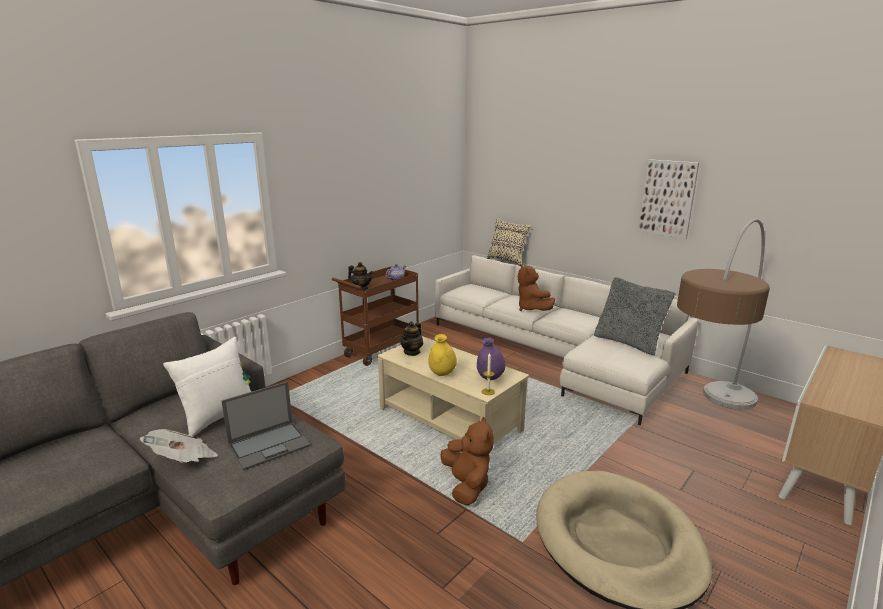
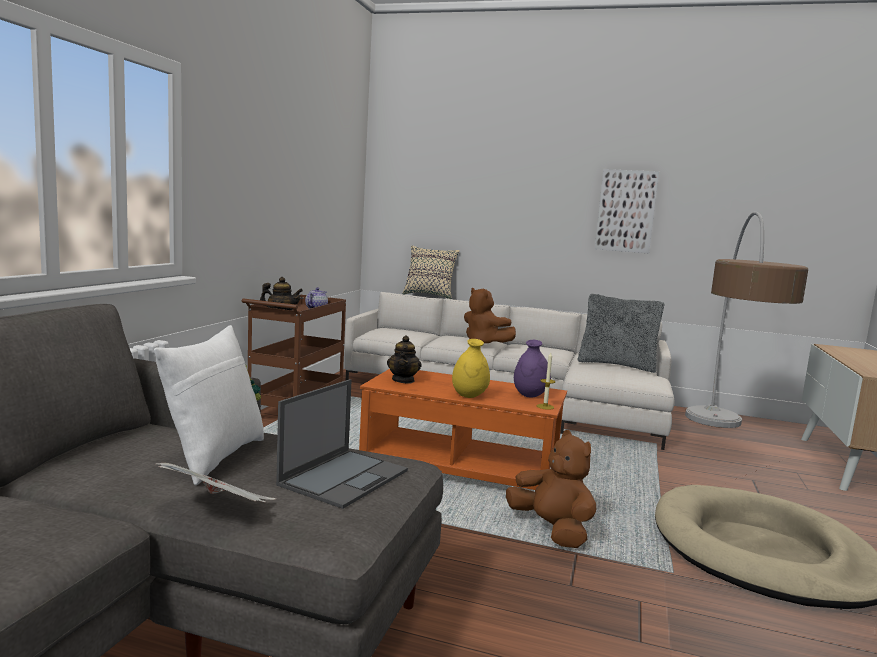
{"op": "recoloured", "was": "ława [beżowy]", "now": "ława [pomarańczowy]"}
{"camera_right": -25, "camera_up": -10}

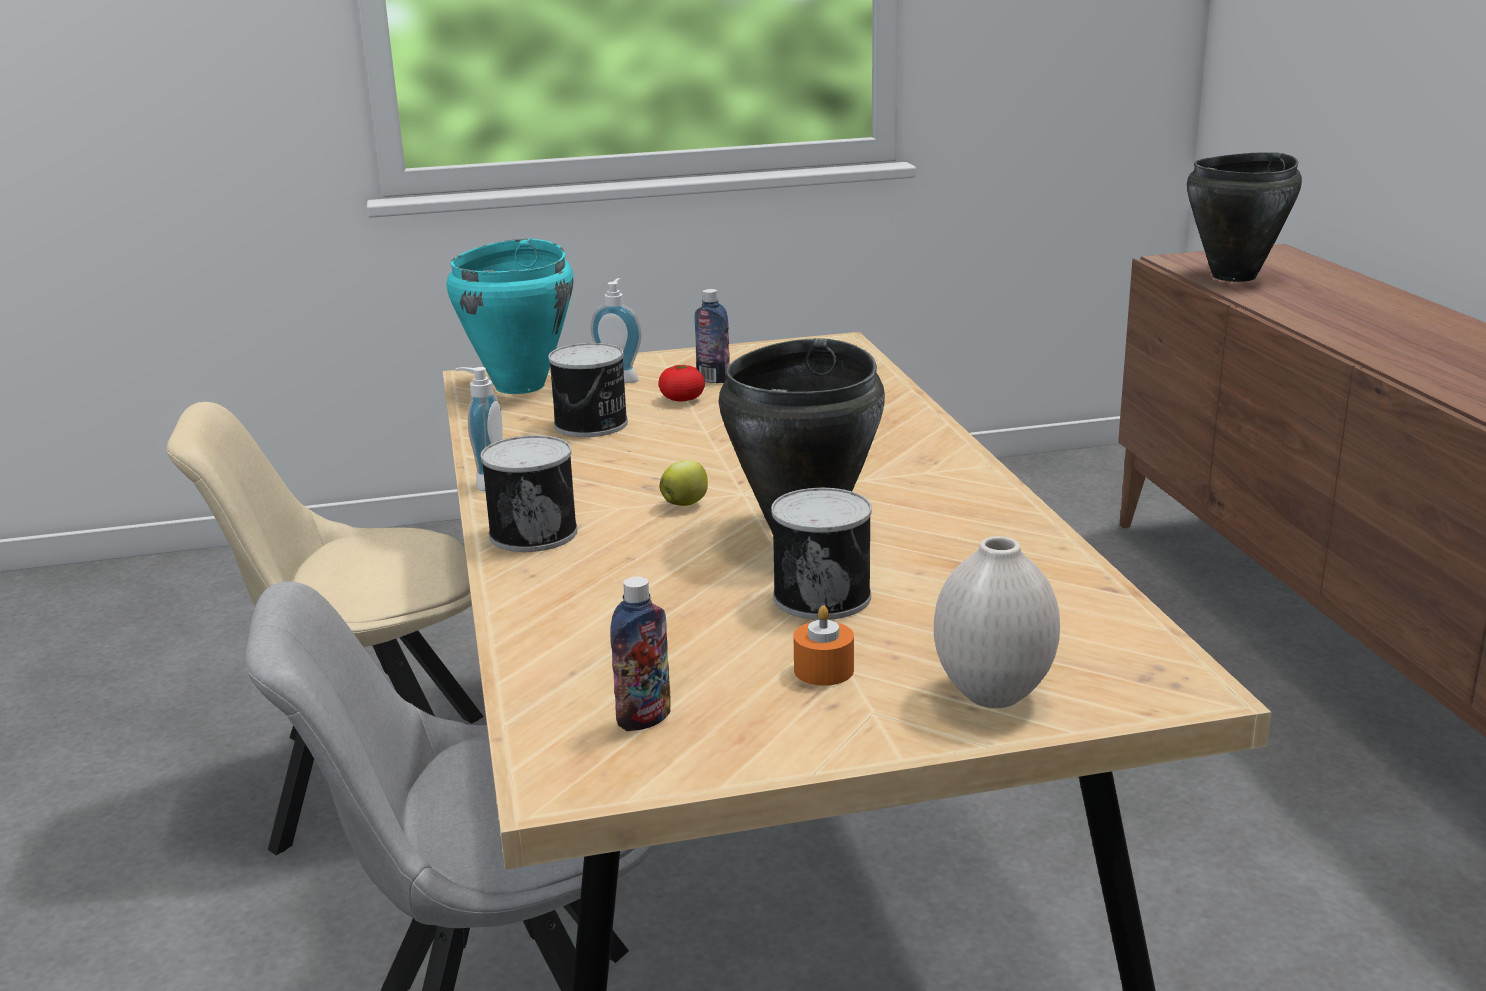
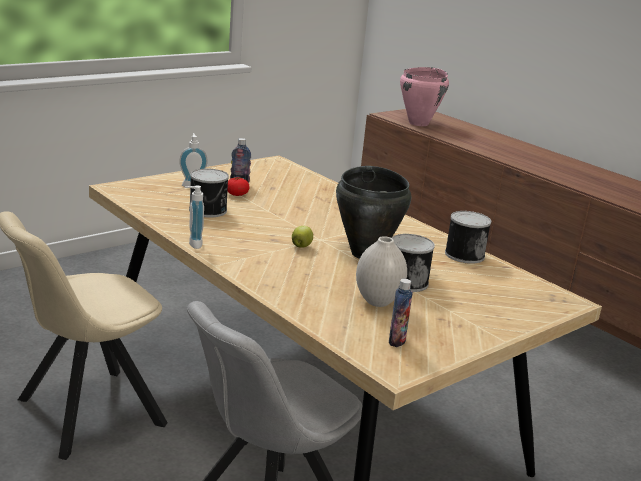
{"op": "removed", "was": "garnek [turkusowy]"}
{"op": "removed", "was": "świeca [pomarańczowy]"}
{"op": "moved", "was": "puszka (1st from left in the first image)", "now": "puszka (3rd from left)"}
{"op": "moved", "was": "wazon [biały]"}
{"op": "recoloured", "was": "garnek [czarny] (2nd from left)", "now": "garnek [różowy]"}
{"camera_right": -30, "camera_up": 0}

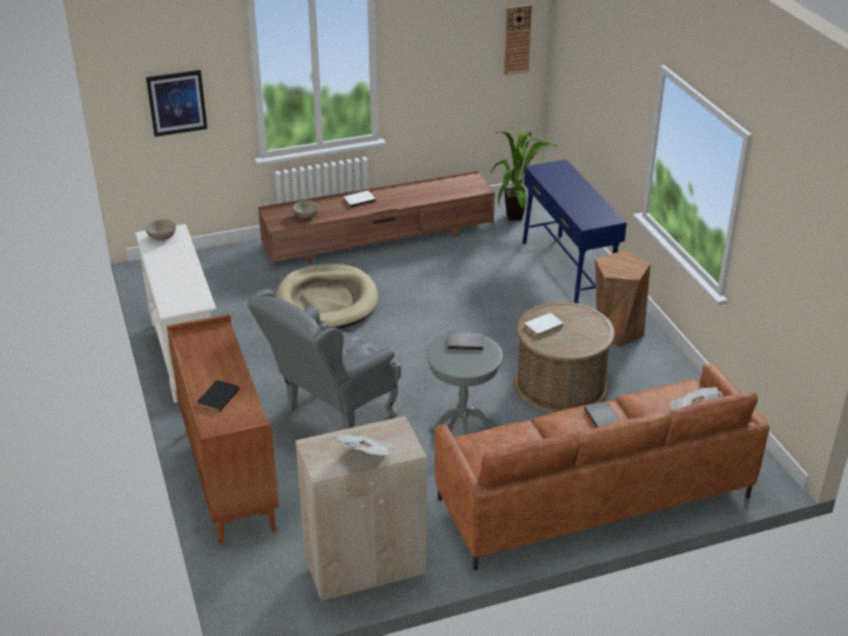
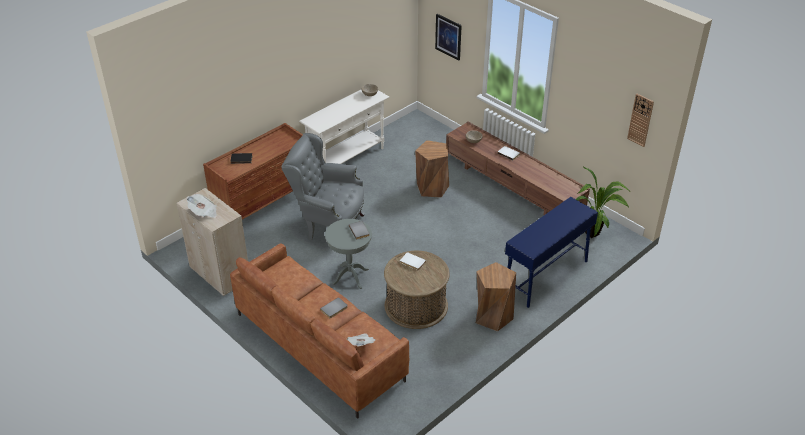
{"op": "replaced", "was": "legowisko [beżowy]", "now": "stołek [brązowy] (1st from left)"}
{"camera_right": 65, "camera_up": 5}

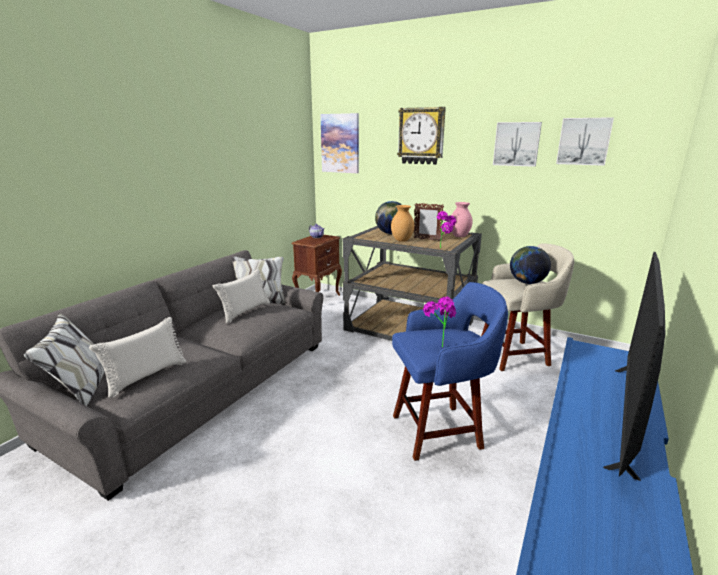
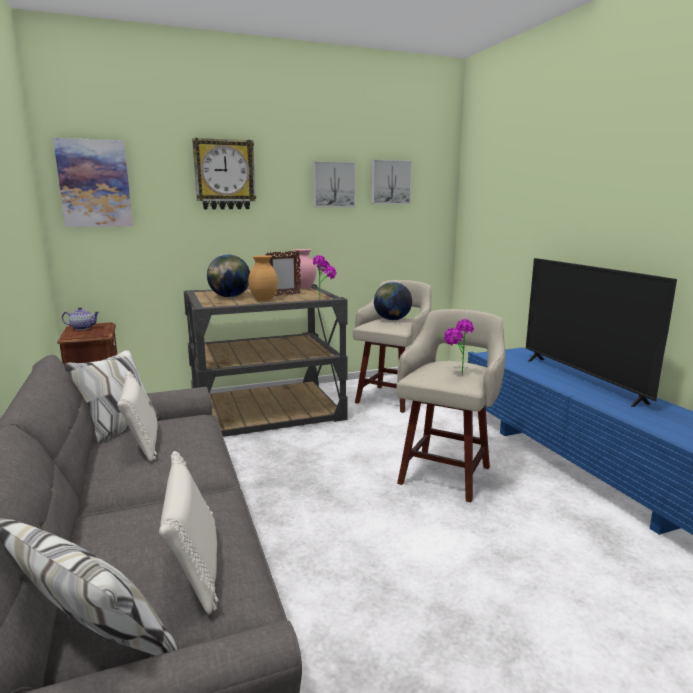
{"op": "recoloured", "was": "stołek [niebieski]", "now": "stołek [beżowy] (2nd from left)"}
{"camera_right": -50, "camera_up": -5}

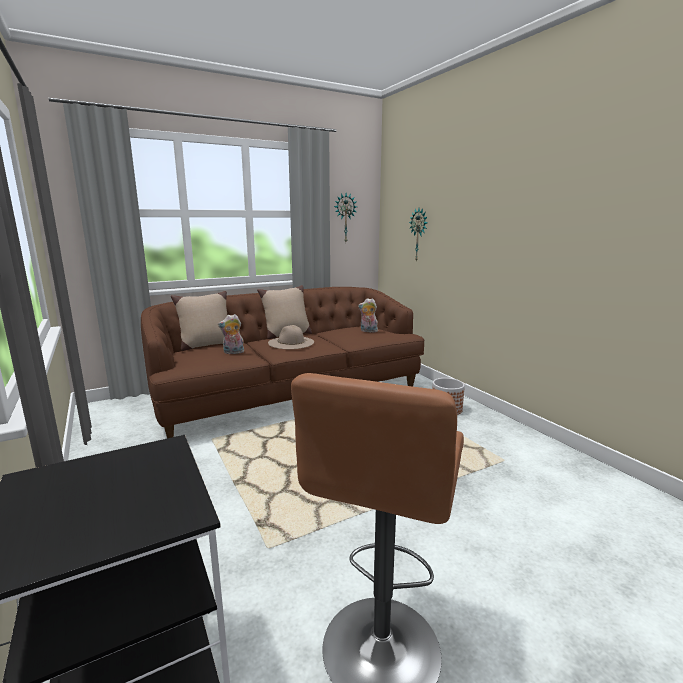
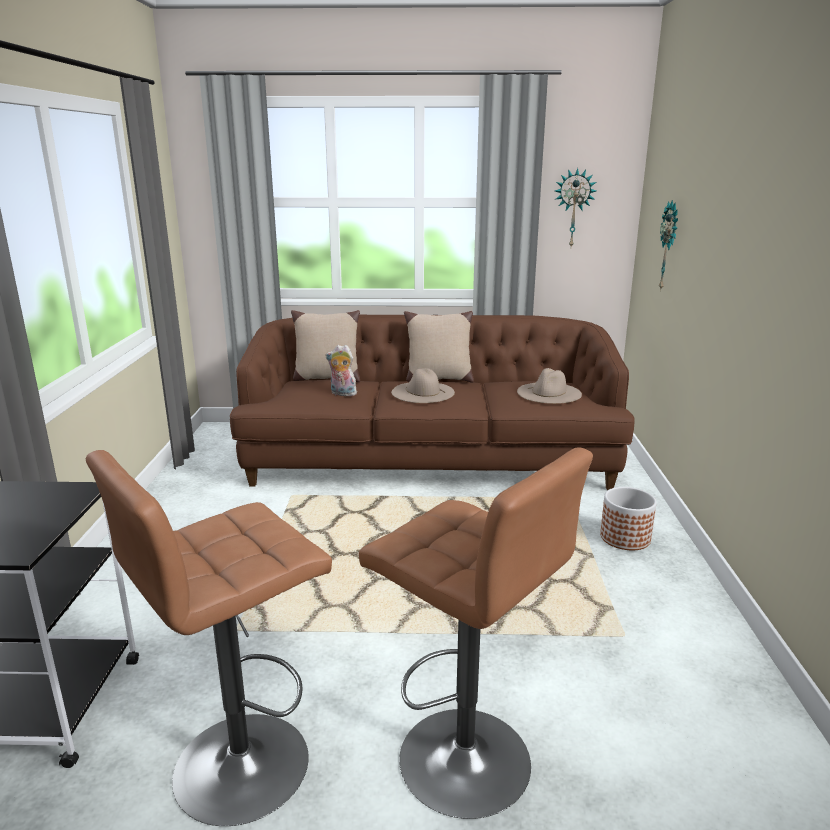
{"op": "added", "now": "stołek [brązowy] (2nd from left)"}
{"op": "replaced", "was": "pluszak (2nd from left)", "now": "kapelusz [beżowy] (2nd from left)"}
{"camera_right": 30, "camera_up": 5}

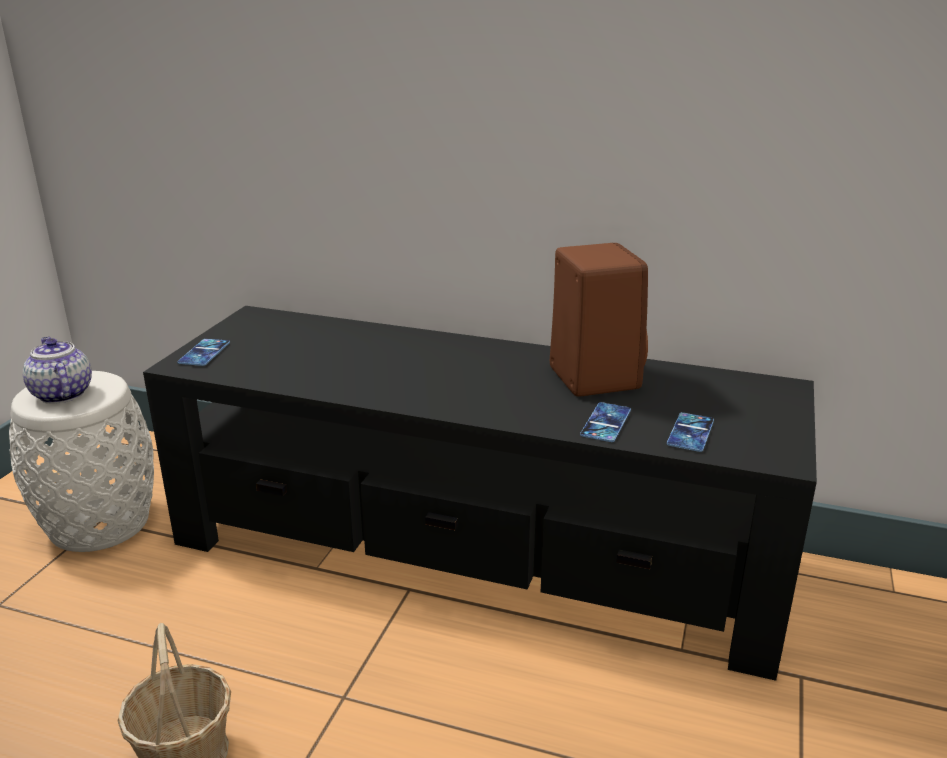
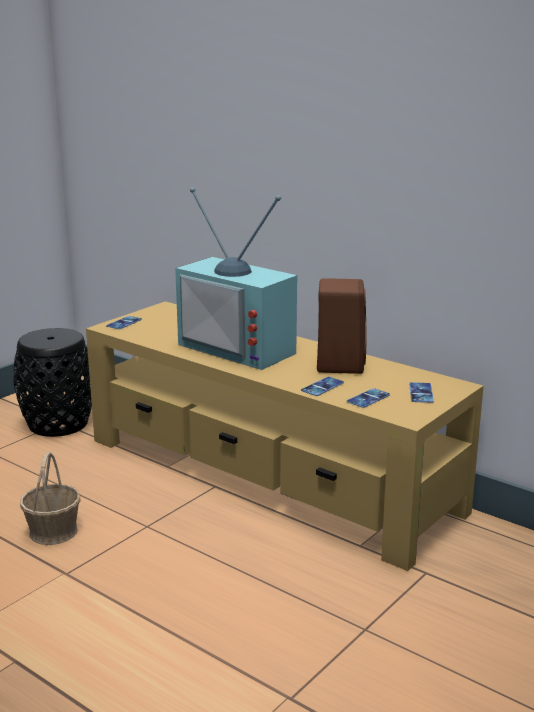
{"op": "removed", "was": "imbryk"}
{"op": "added", "now": "telewizor"}
{"op": "added", "now": "telefon (4th from left)"}
{"op": "recoloured", "was": "stołek [biały]", "now": "stołek [czarny]"}
{"op": "recoloured", "was": "szafka pod telewizor [czarny]", "now": "szafka pod telewizor [beżowy]"}
{"camera_right": 20, "camera_up": -5}

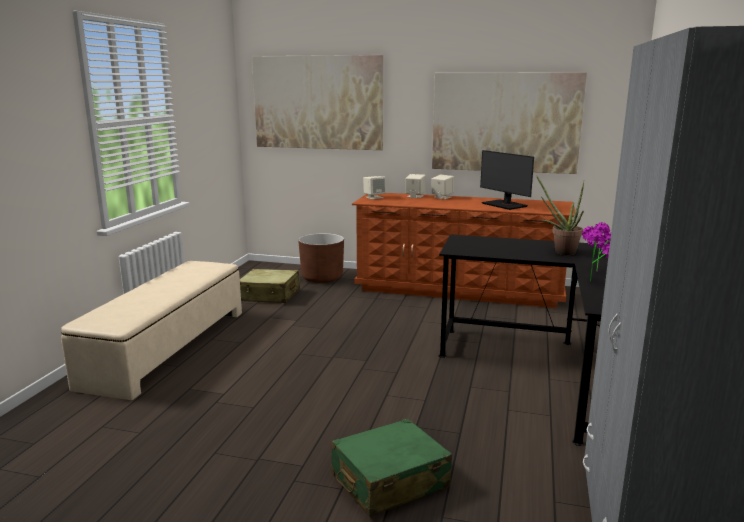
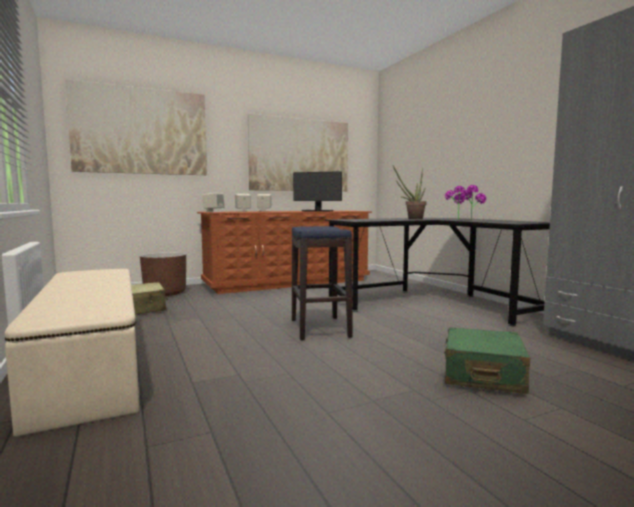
{"op": "added", "now": "stołek"}
{"camera_right": -40, "camera_up": -10}

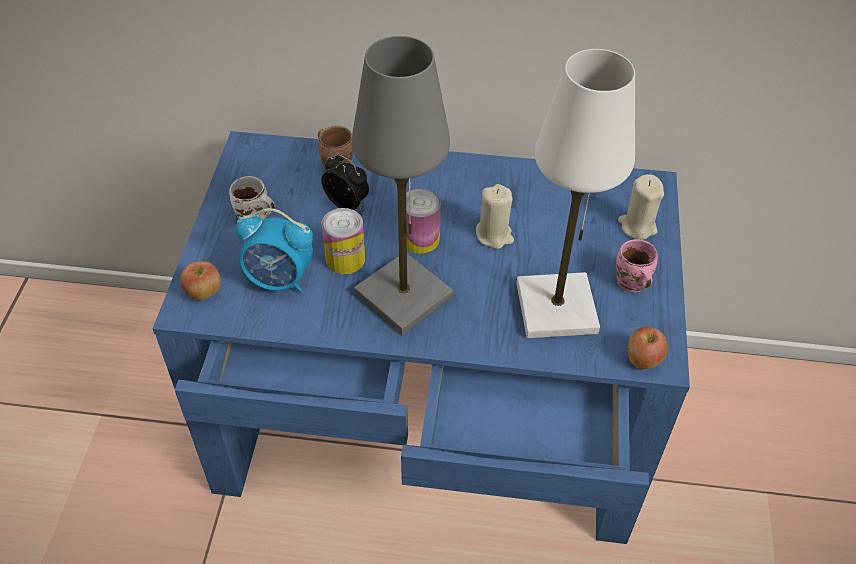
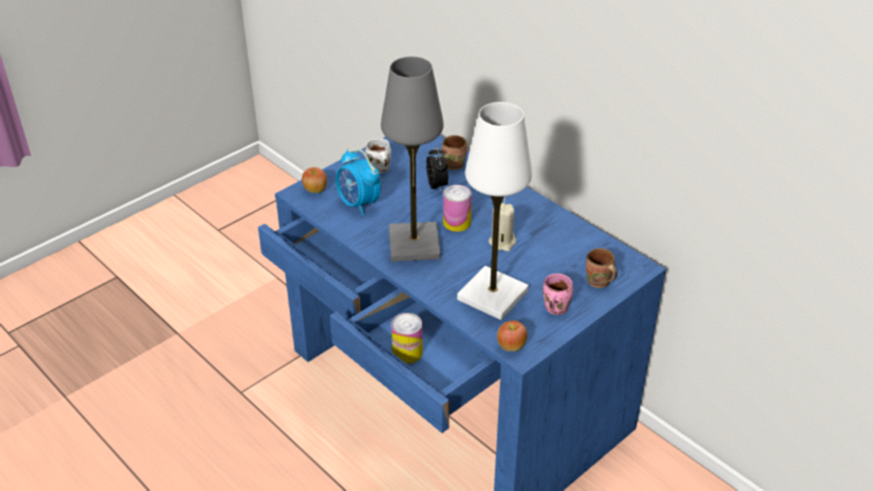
{"op": "moved", "was": "puszka (1st from left)"}
{"op": "replaced", "was": "świeca [beżowy] (2nd from left)", "now": "kubek [brązowy] (2nd from left)"}
{"camera_right": 40, "camera_up": -10}

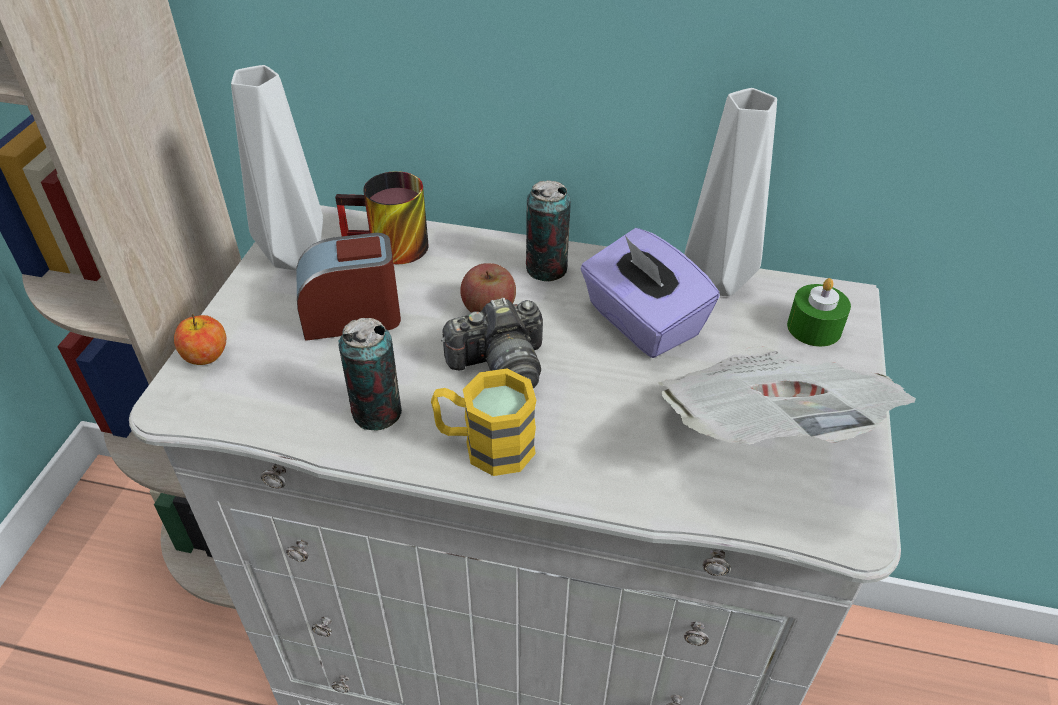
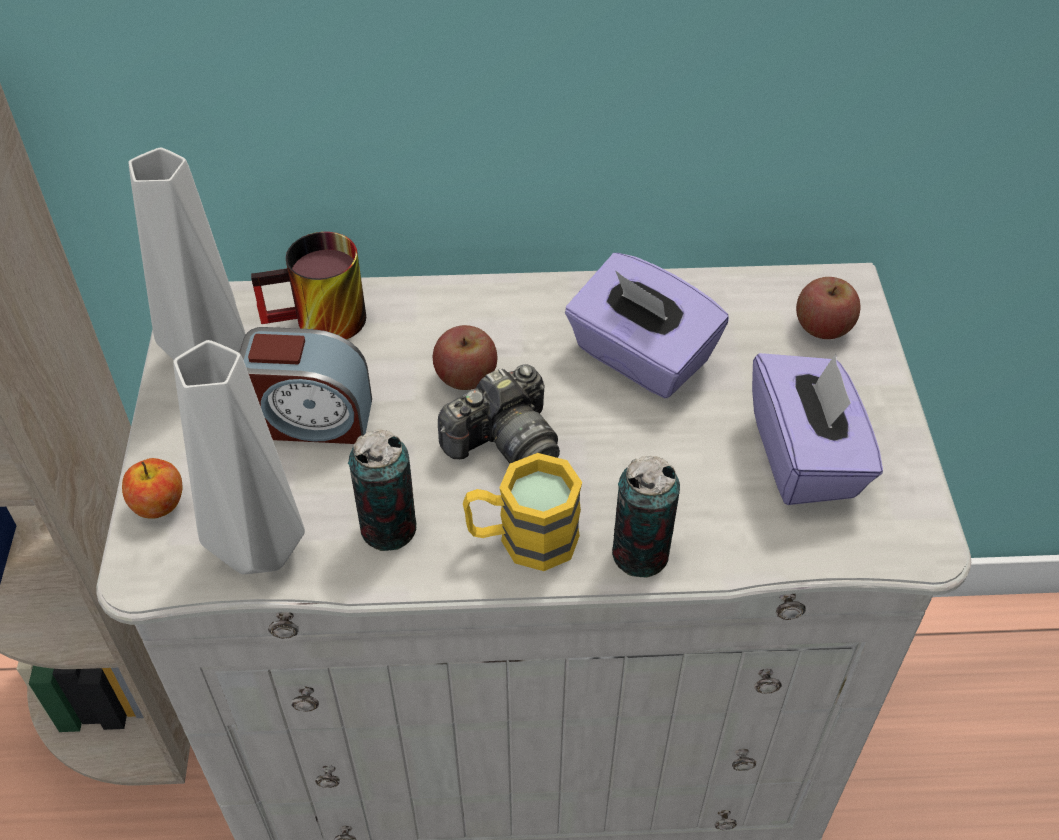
{"op": "moved", "was": "puszka (2nd from left)"}
{"op": "moved", "was": "wazon [szary] (2nd from left)"}
{"op": "replaced", "was": "gazeta", "now": "pudełko chusteczek [fioletowy] (2nd from left)"}
{"op": "replaced", "was": "świeca [zielony]", "now": "jabłko (3rd from left)"}
{"op": "turned", "was": "budzik", "clockwise": -150}
{"camera_right": -15, "camera_up": 5}

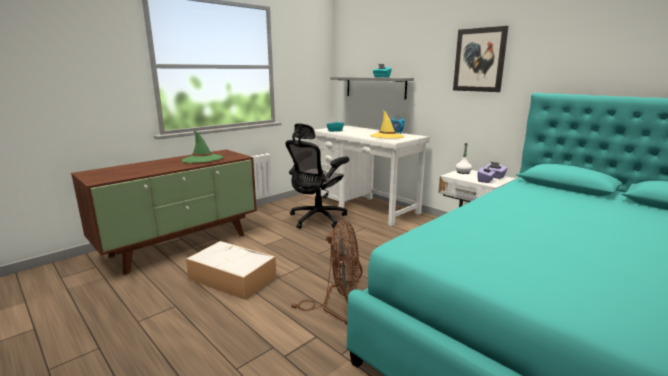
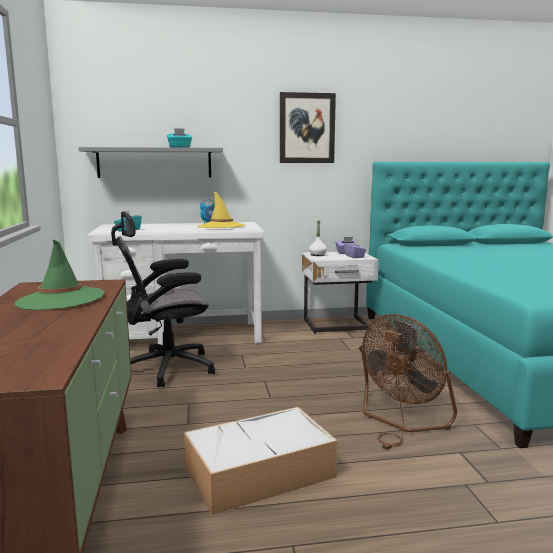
{"op": "turned", "was": "krzesło biurowe", "clockwise": 90}
{"camera_right": -55, "camera_up": -5}

